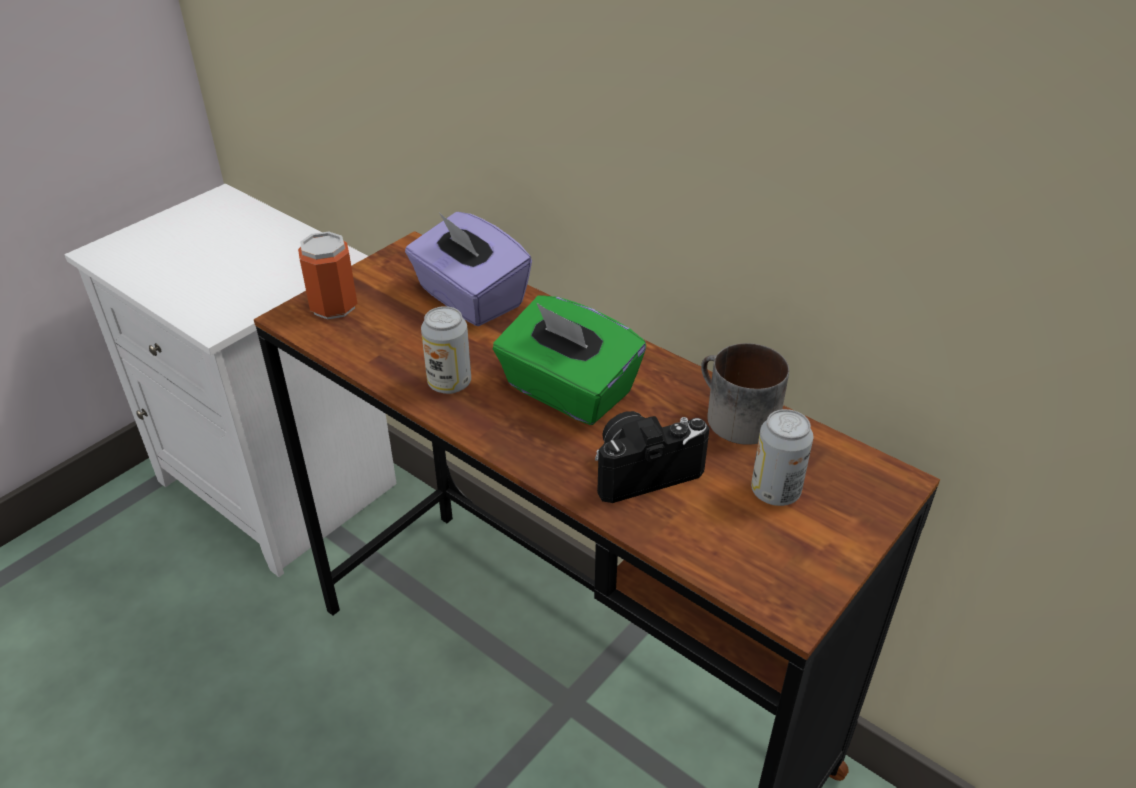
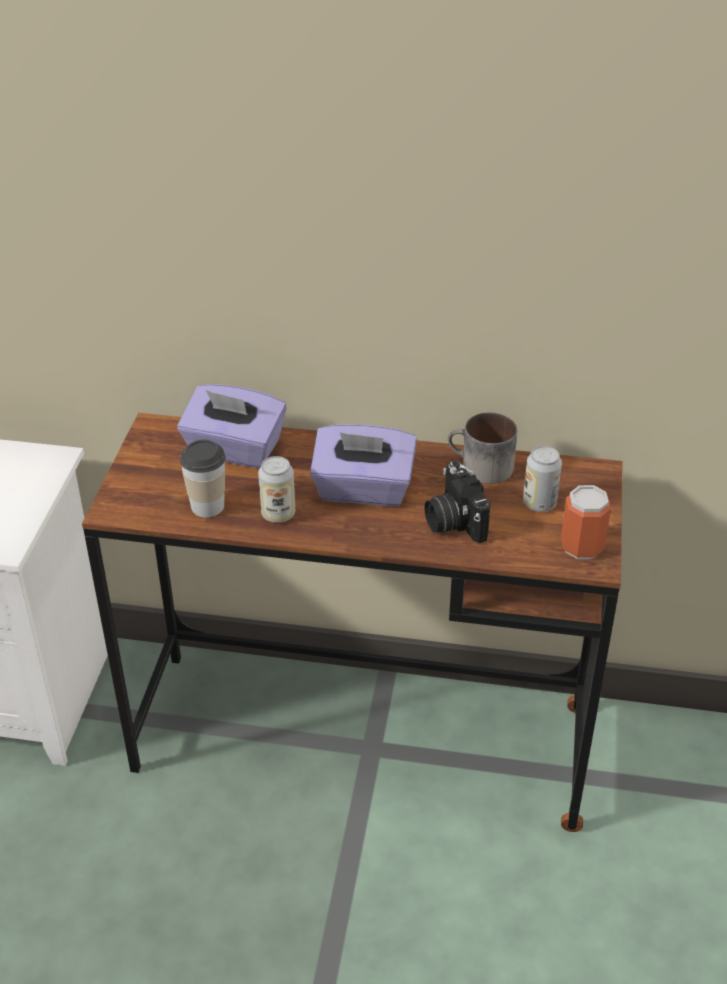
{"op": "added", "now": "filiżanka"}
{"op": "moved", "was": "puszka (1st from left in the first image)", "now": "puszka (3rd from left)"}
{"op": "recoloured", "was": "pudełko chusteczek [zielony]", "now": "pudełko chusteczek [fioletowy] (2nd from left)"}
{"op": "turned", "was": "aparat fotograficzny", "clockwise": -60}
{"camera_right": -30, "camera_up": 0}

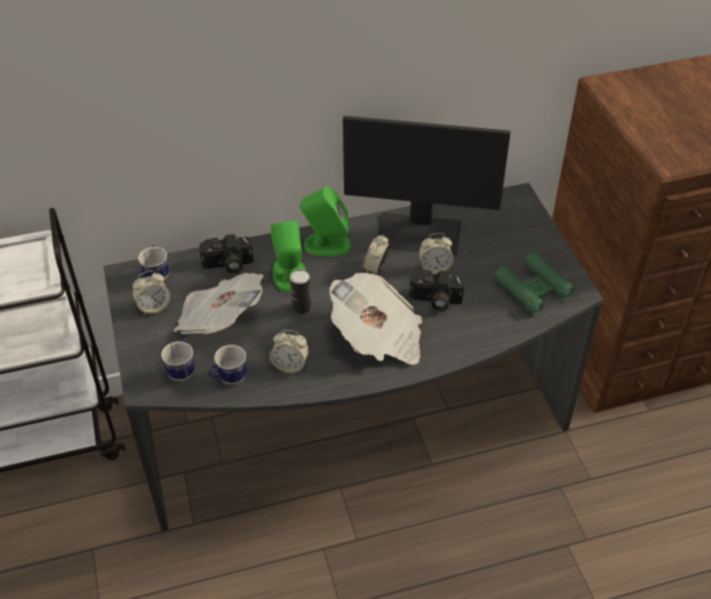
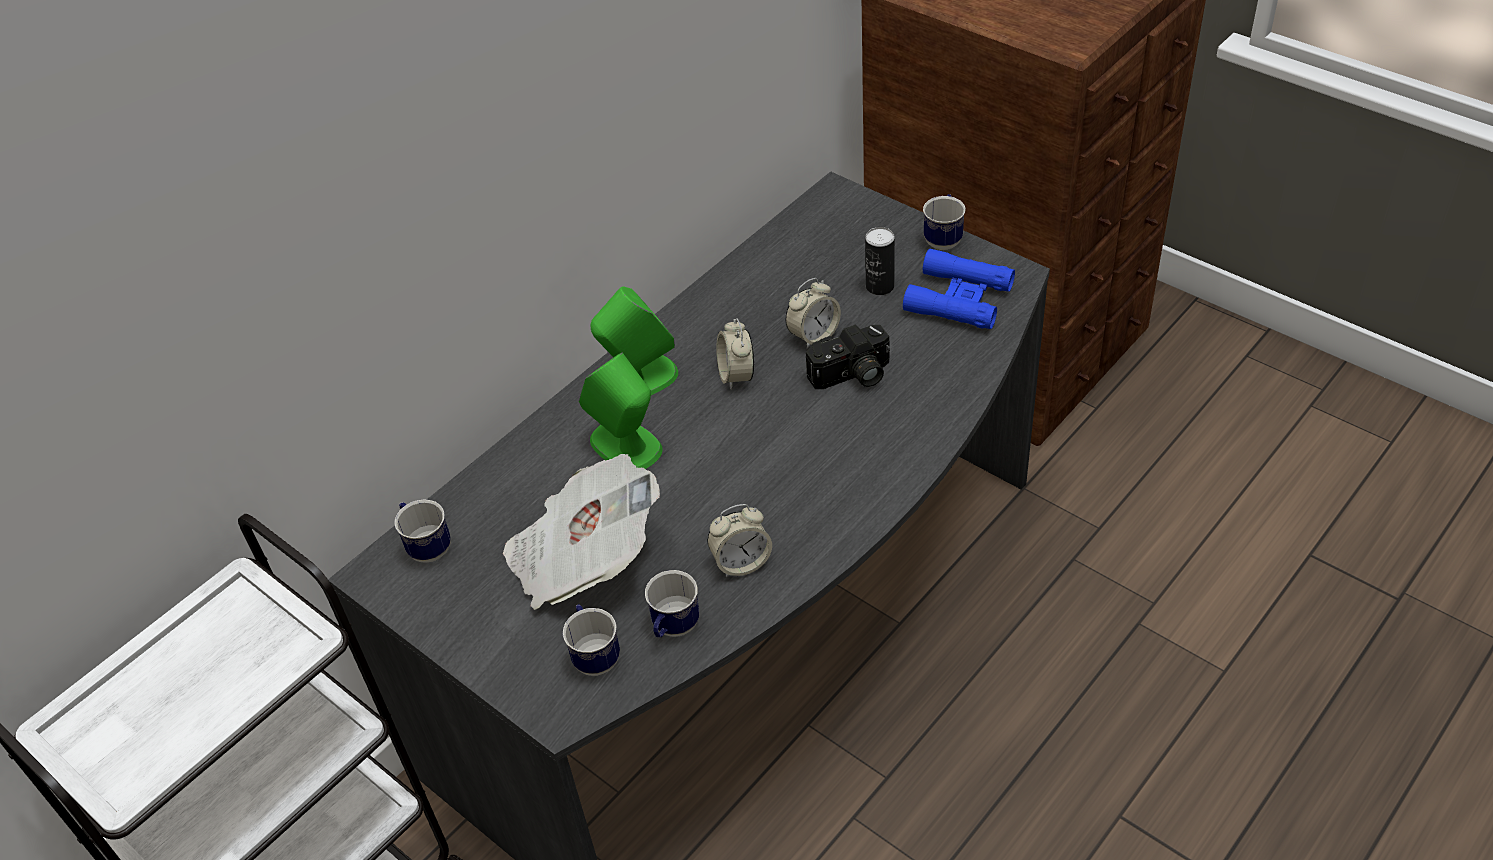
{"op": "removed", "was": "budzik (1st from left)"}
{"op": "removed", "was": "aparat fotograficzny (1st from left)"}
{"op": "removed", "was": "gazeta (2nd from left)"}
{"op": "removed", "was": "monitor"}
{"op": "added", "now": "kubek (4th from left)"}
{"op": "moved", "was": "puszka"}
{"op": "recoloured", "was": "lornetka [zielony]", "now": "lornetka [niebieski]"}
{"camera_right": -30, "camera_up": 0}

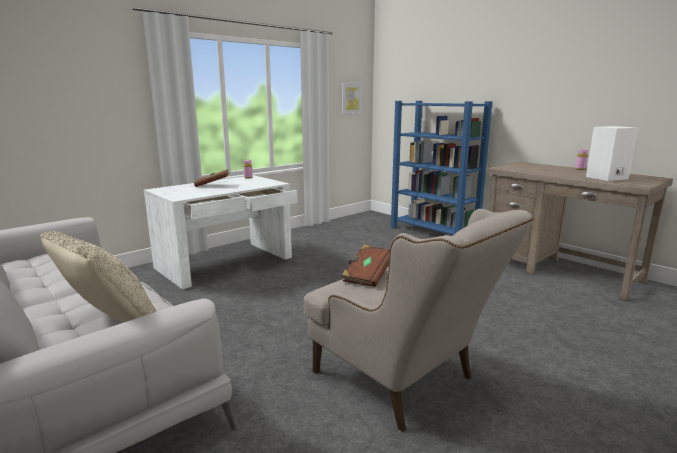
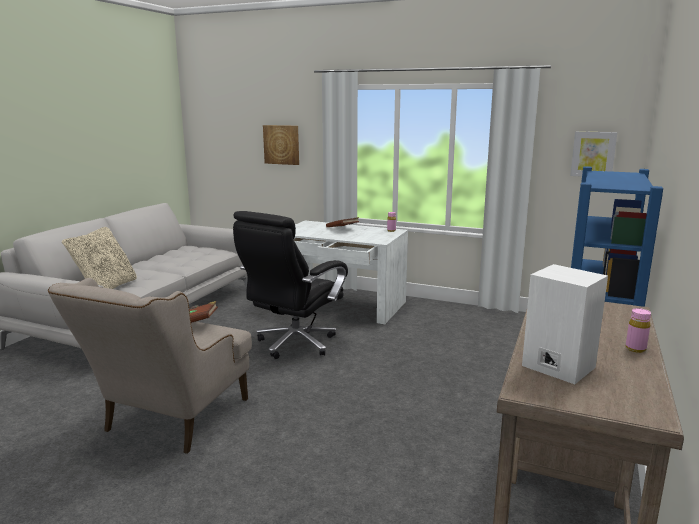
{"op": "added", "now": "krzesło biurowe [czarny]"}
{"op": "added", "now": "obraz (1st from left)"}
{"camera_right": 65, "camera_up": 0}

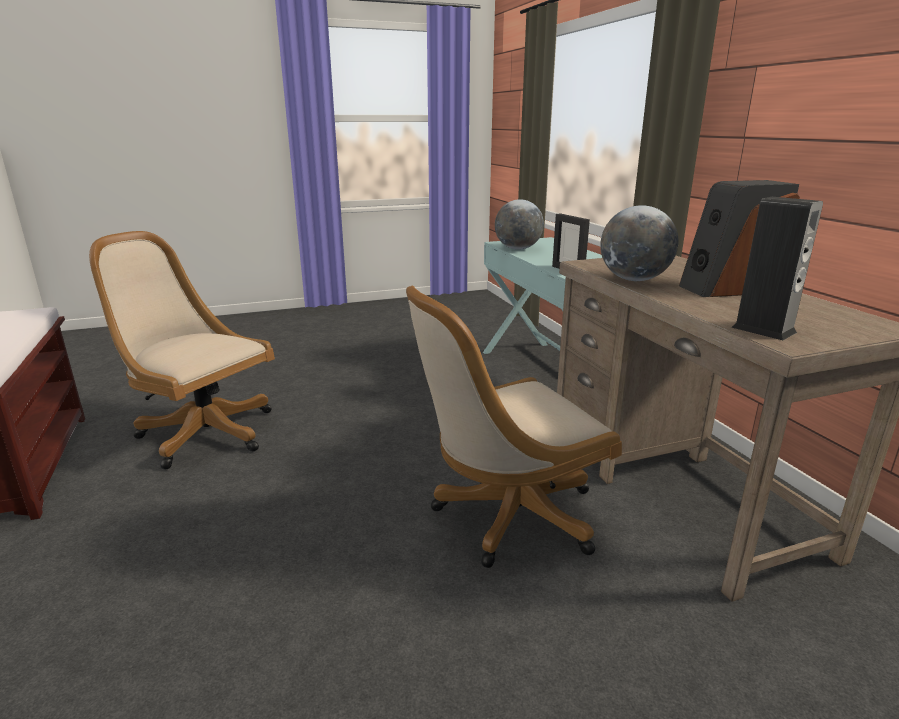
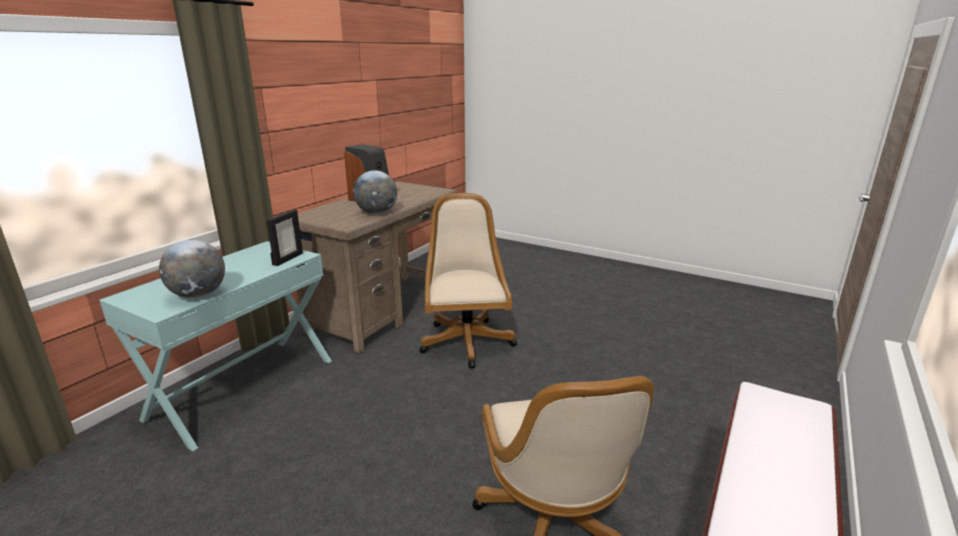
{"op": "removed", "was": "głośnik (2nd from left)"}
{"op": "turned", "was": "krzesło biurowe (2nd from left in the first image)", "clockwise": -120}
{"camera_right": -130, "camera_up": 0}

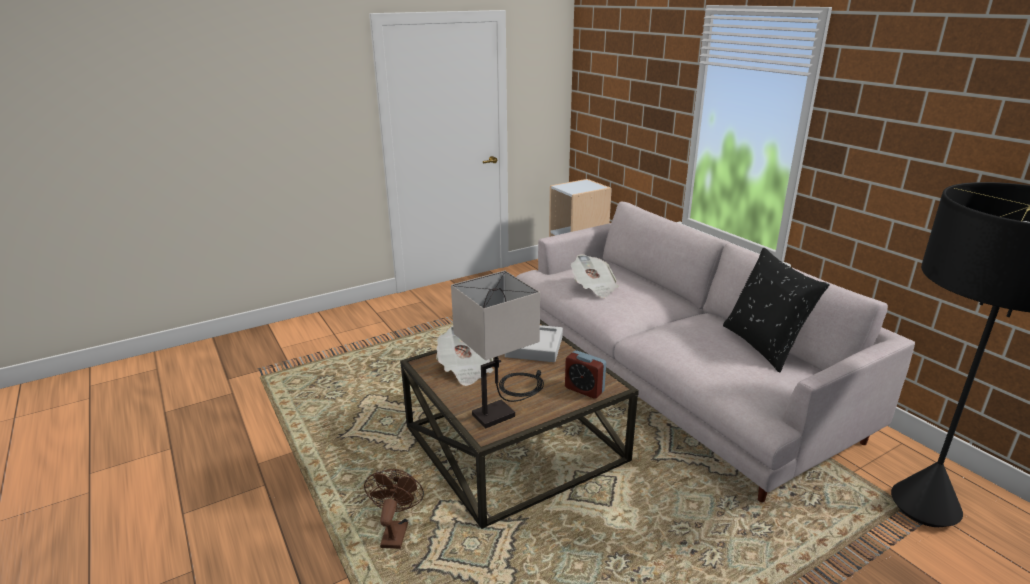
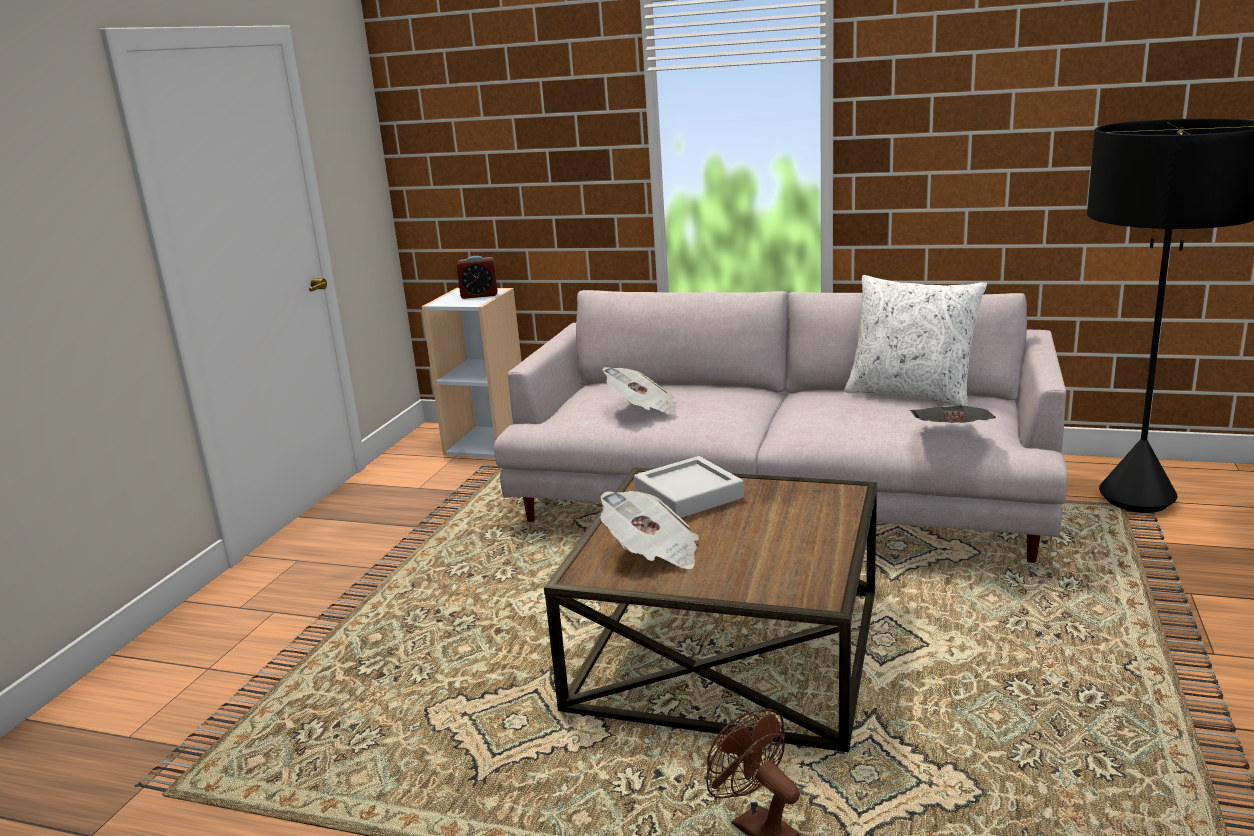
{"op": "removed", "was": "lampa stołowa"}
{"op": "added", "now": "gazeta (3rd from left)"}
{"op": "moved", "was": "budzik"}
{"op": "recoloured", "was": "poduszka [czarny]", "now": "poduszka [biały]"}
{"camera_right": -40, "camera_up": -5}

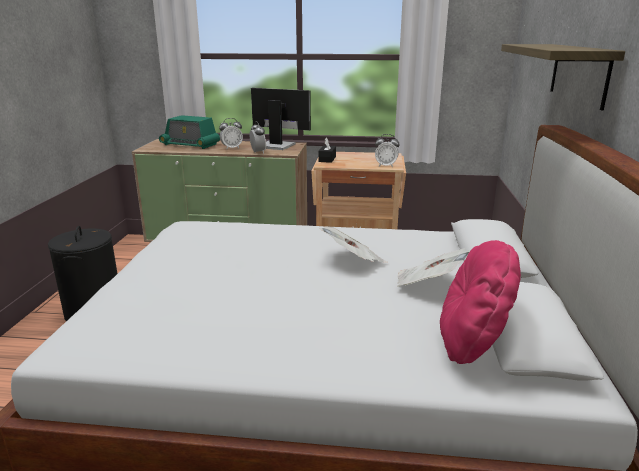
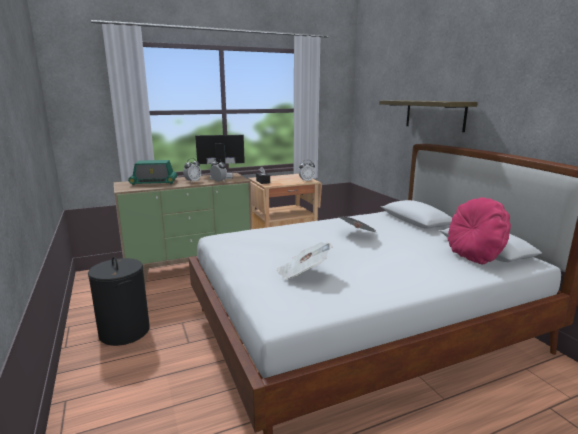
{"op": "moved", "was": "gazeta (2nd from left in the first image)", "now": "gazeta (1st from left)"}
{"camera_right": -30, "camera_up": -5}

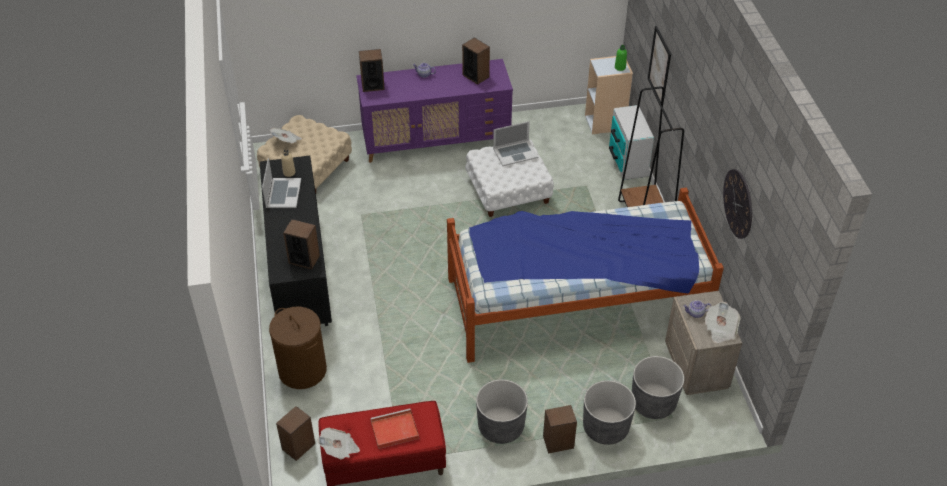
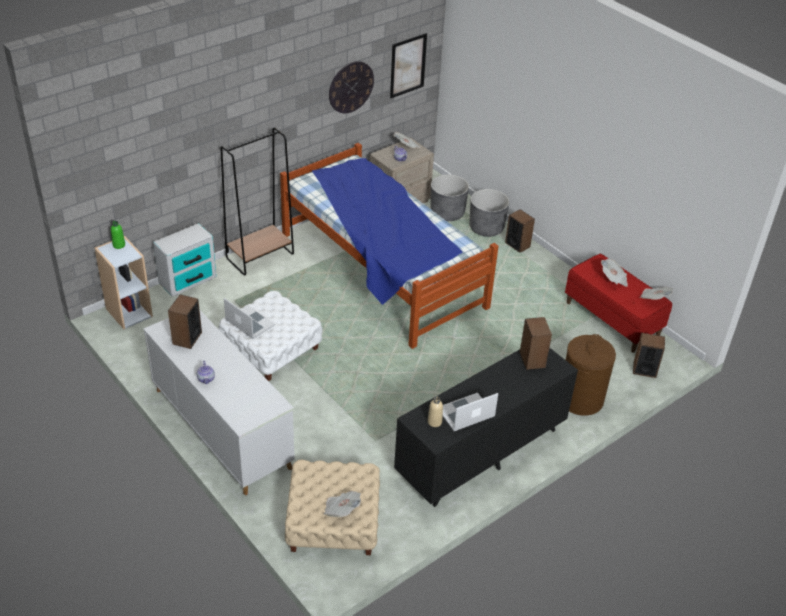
{"op": "removed", "was": "głośnik (3rd from left)"}
{"op": "removed", "was": "donica [szary] (1st from left)"}
{"op": "moved", "was": "obraz"}
{"op": "replaced", "was": "taca [czerwony]", "now": "gazeta (3rd from left)"}
{"op": "recoloured", "was": "komoda [fioletowy]", "now": "komoda [biały]"}
{"camera_right": -120, "camera_up": -5}

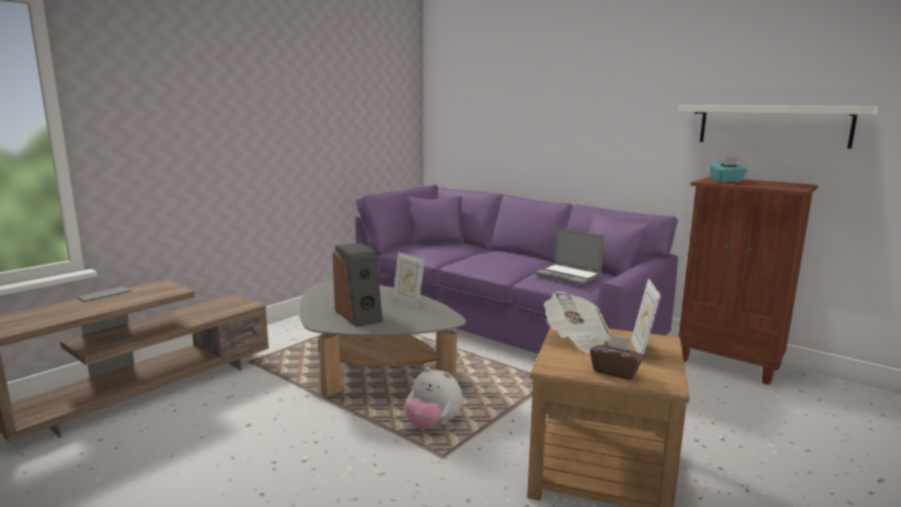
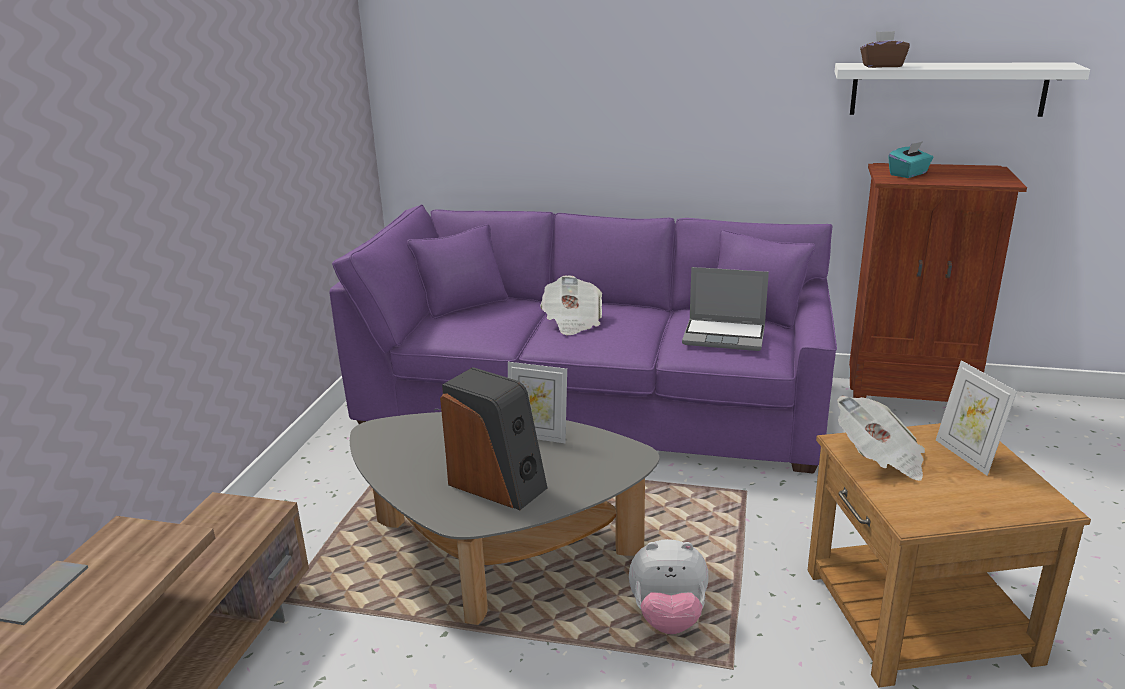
{"op": "added", "now": "gazeta (1st from left)"}
{"op": "moved", "was": "pudełko chusteczek [brązowy]"}
{"camera_right": -25, "camera_up": 10}

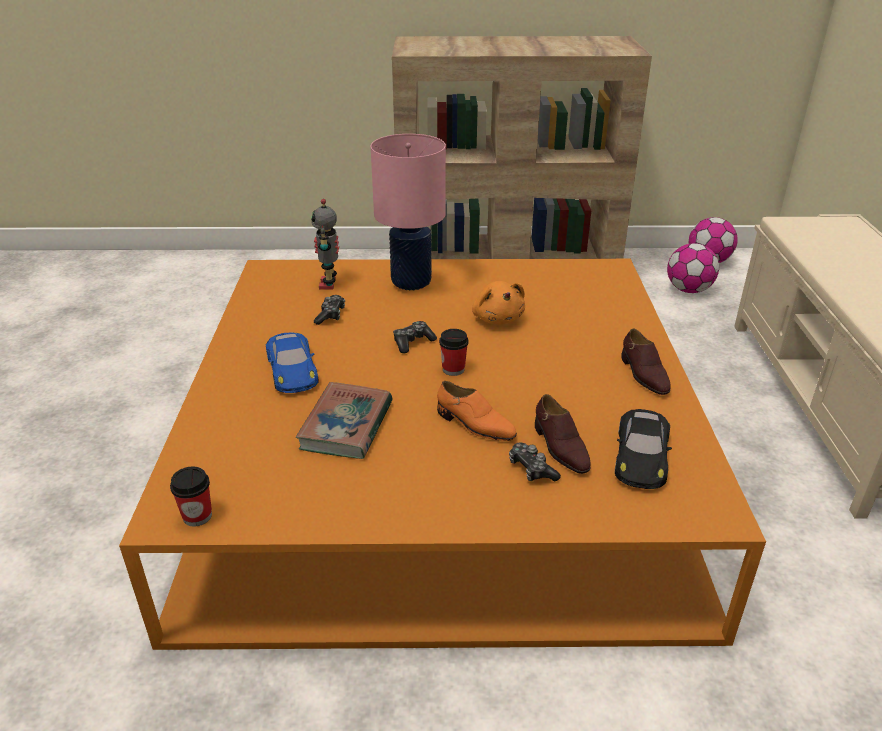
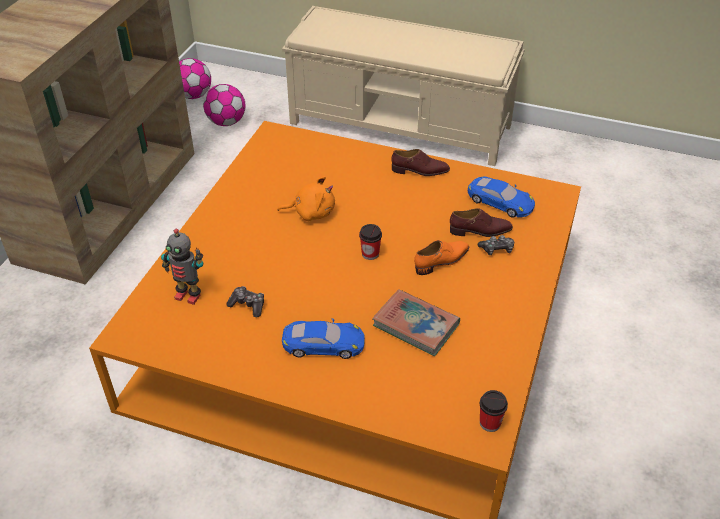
{"op": "removed", "was": "lampa stołowa [różowy]"}
{"op": "removed", "was": "pad do gier (2nd from left)"}
{"op": "recoloured", "was": "samochodzik [czarny]", "now": "samochodzik [niebieski] (2nd from left)"}
{"camera_right": -70, "camera_up": 10}

